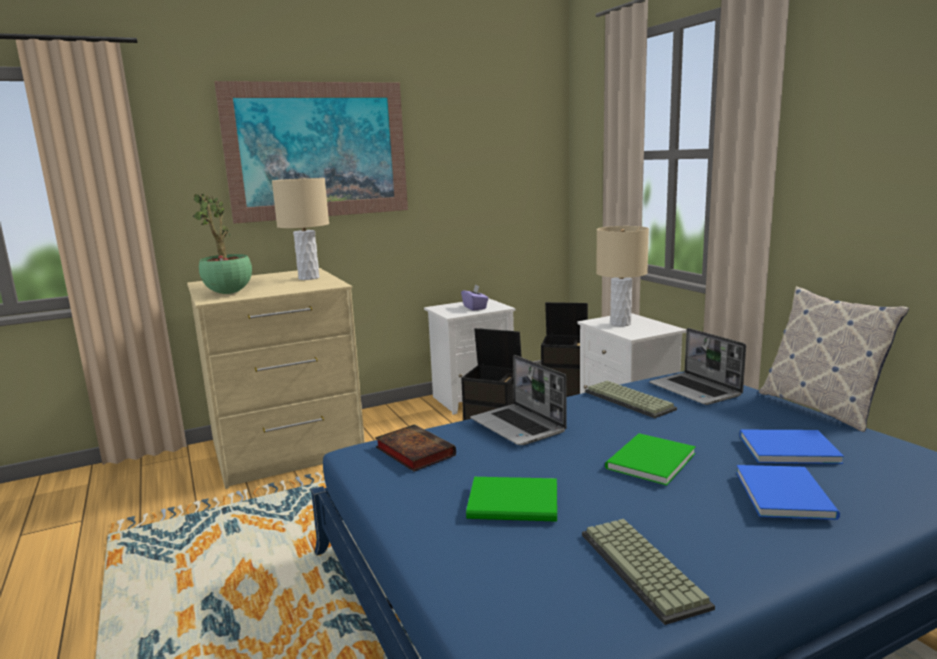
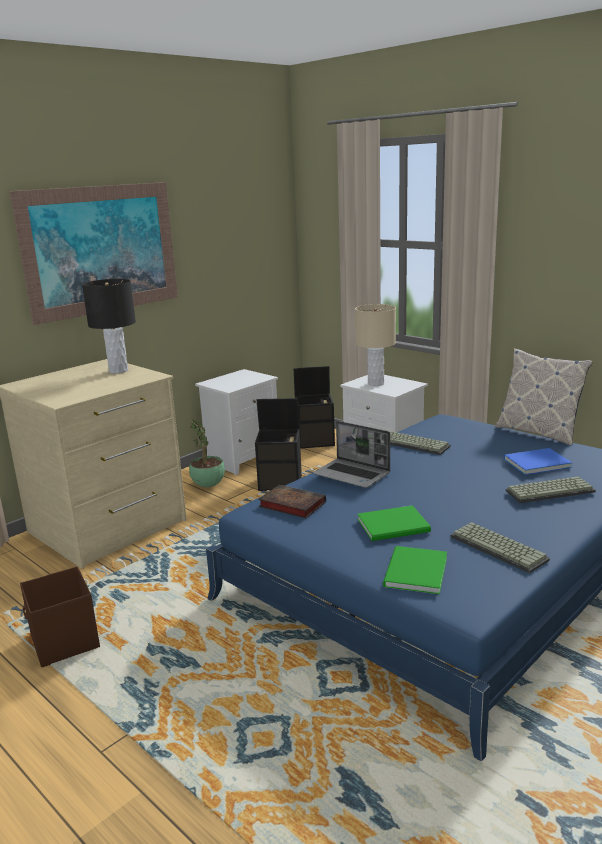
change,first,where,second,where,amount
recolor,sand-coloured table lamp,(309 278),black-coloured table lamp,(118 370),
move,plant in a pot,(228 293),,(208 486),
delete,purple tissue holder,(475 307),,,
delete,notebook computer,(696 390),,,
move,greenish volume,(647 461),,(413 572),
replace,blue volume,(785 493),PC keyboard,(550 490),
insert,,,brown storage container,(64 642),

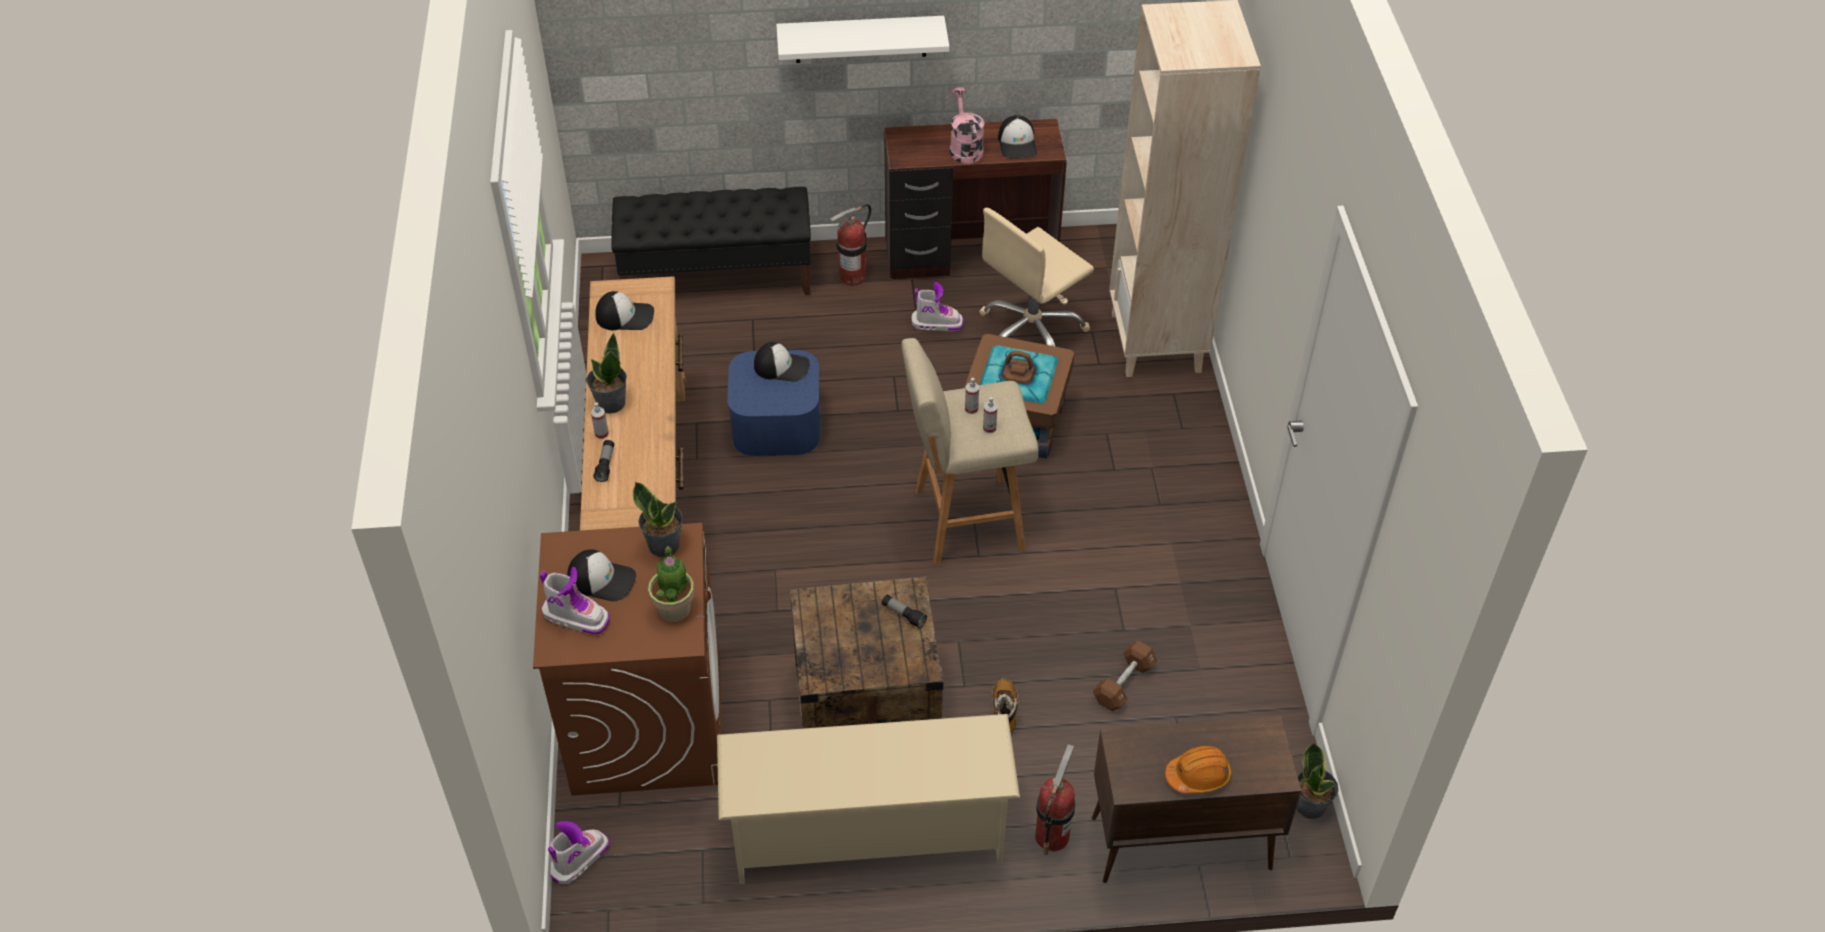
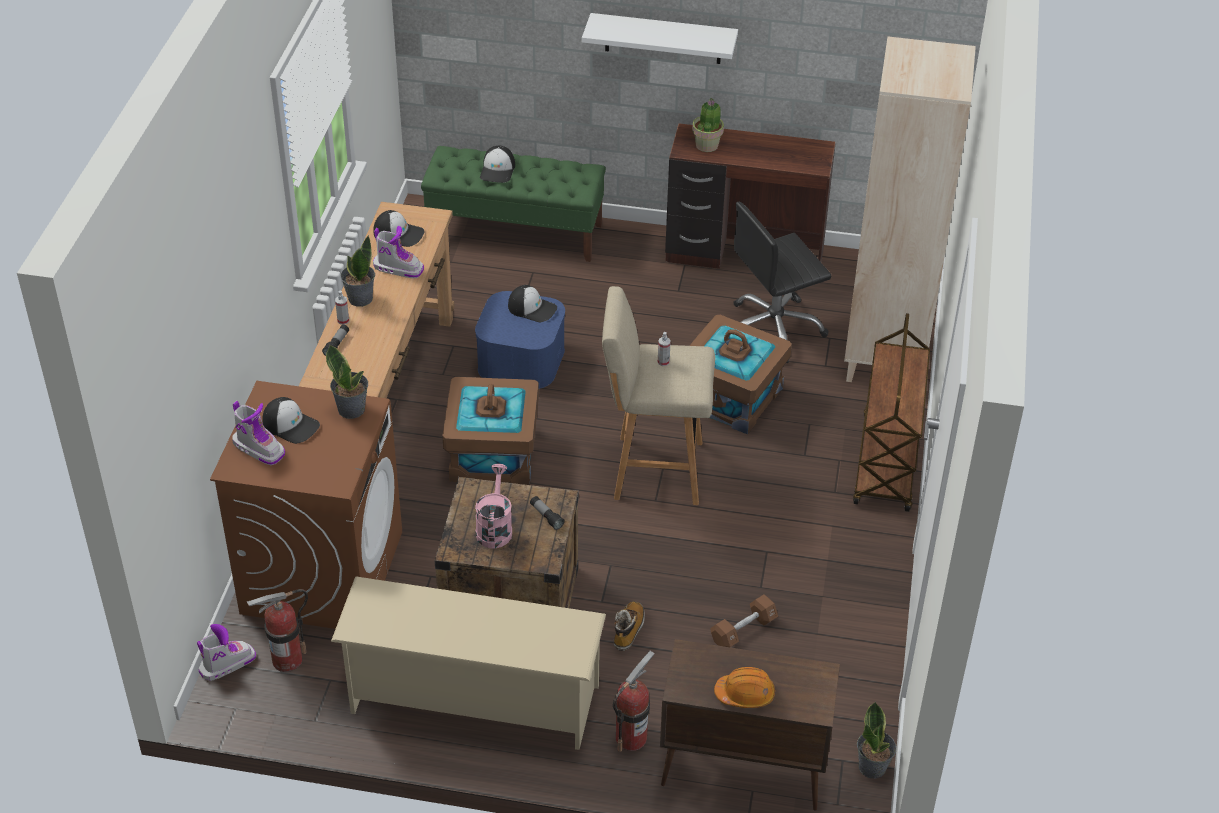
change,first,where,second,where,amount
move,pink sprinkling can,(964 147),,(494 527),
move,baseball cap,(1017 144),,(498 170),
recolor,black-coloured indoor bench,(717 277),greenish indoor bench,(516 232),
move,fire-fighting cylinder,(852 277),,(287 660),
recolor,sand-coloured office chair,(1031 333),black-coloured office chair,(774 329),
move,tall boot,(936 323),,(398 268),
delete,hand sprayer,(989 428),,,
move,plant in a pot,(674 608),,(707 145),
insert,,,brown cart,(886 464),
insert,,,brown storage container,(492 455),

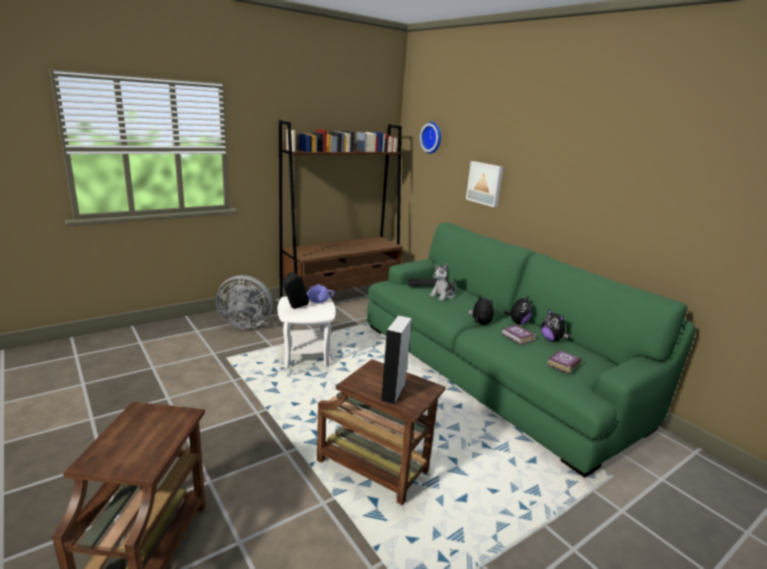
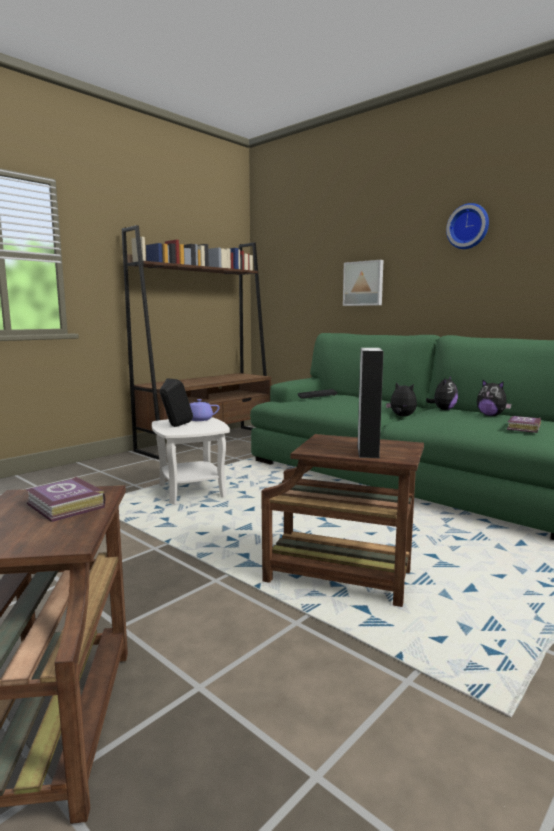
change,first,where,second,where,amount
move,wall clock,(432 137),,(468 227),
delete,plush toy,(443 295),,,
delete,gray cooling fan,(245 324),,,
move,volume,(517 337),,(65 506),

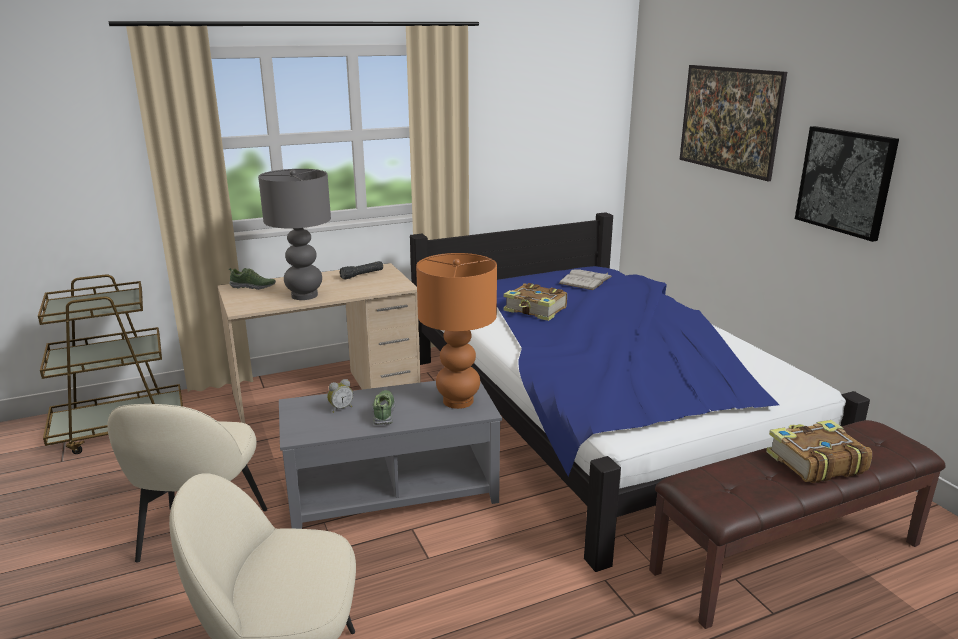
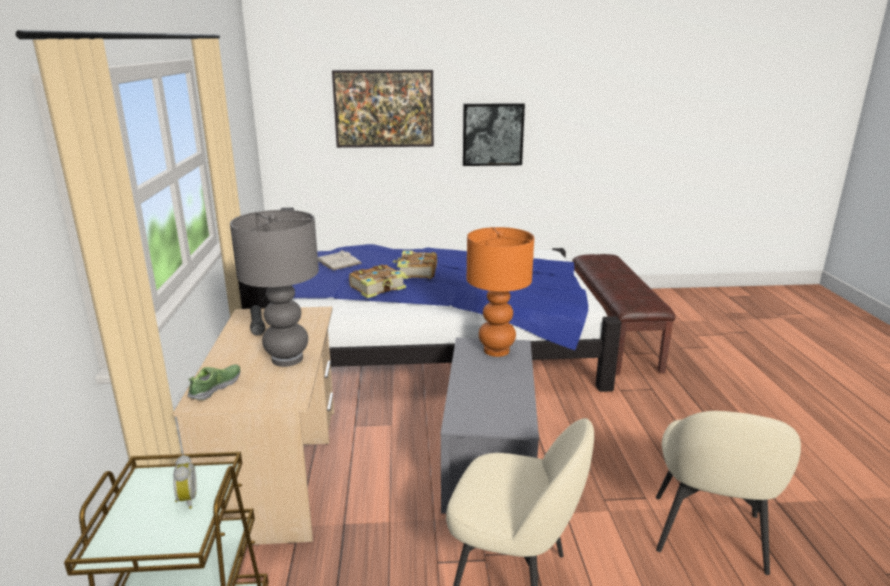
change,first,where,second,where,amount
move,alarm clock,(340 408),,(186 500),
delete,item of footwear,(384 413),,,
move,volume,(814 462),,(416 272),

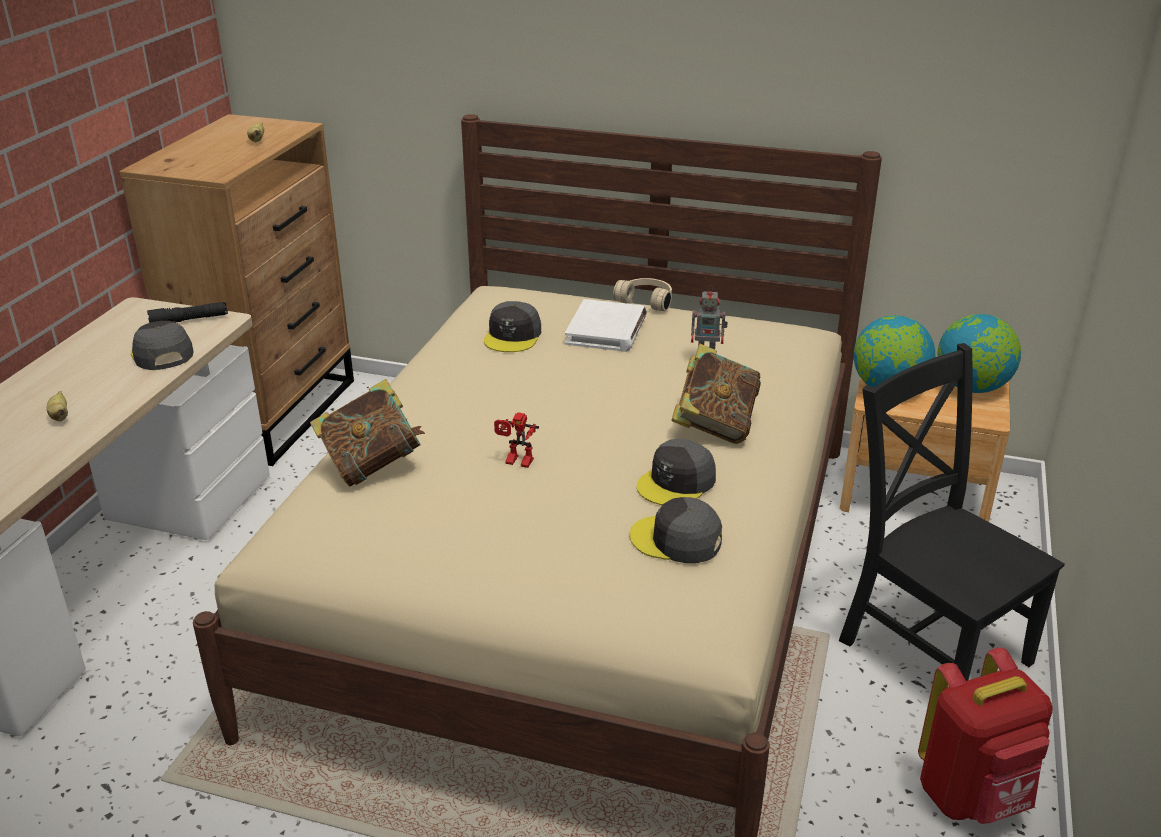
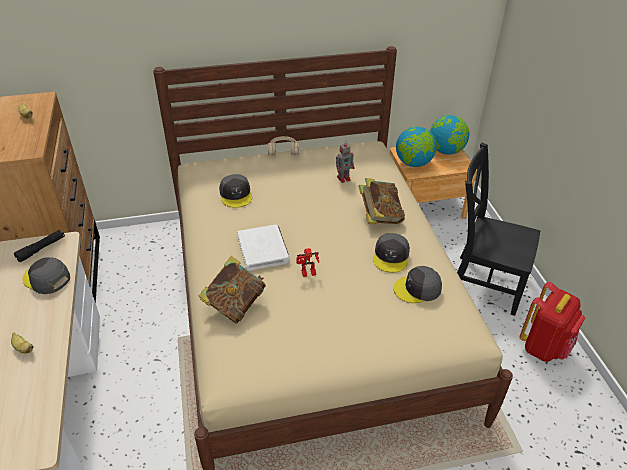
change,first,where,second,where,amount
move,white-coloured volume,(606 330),,(263 249),

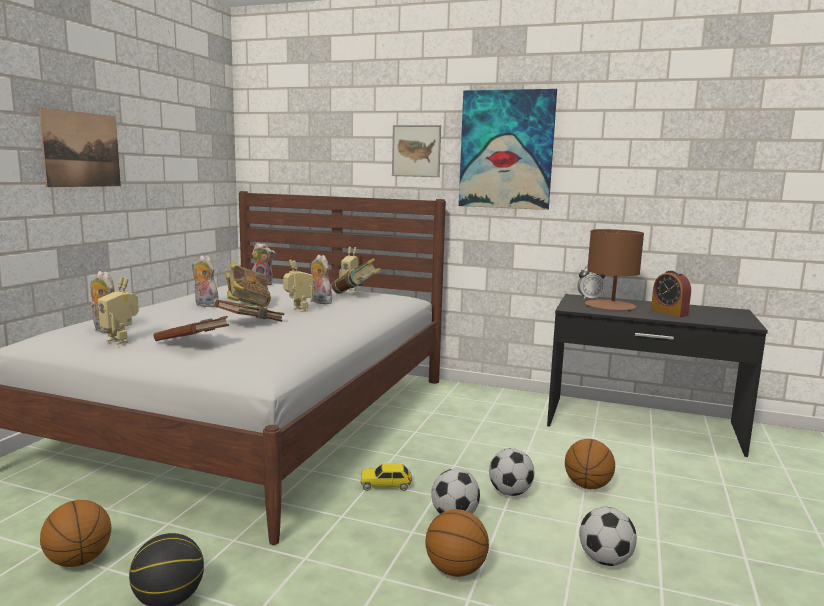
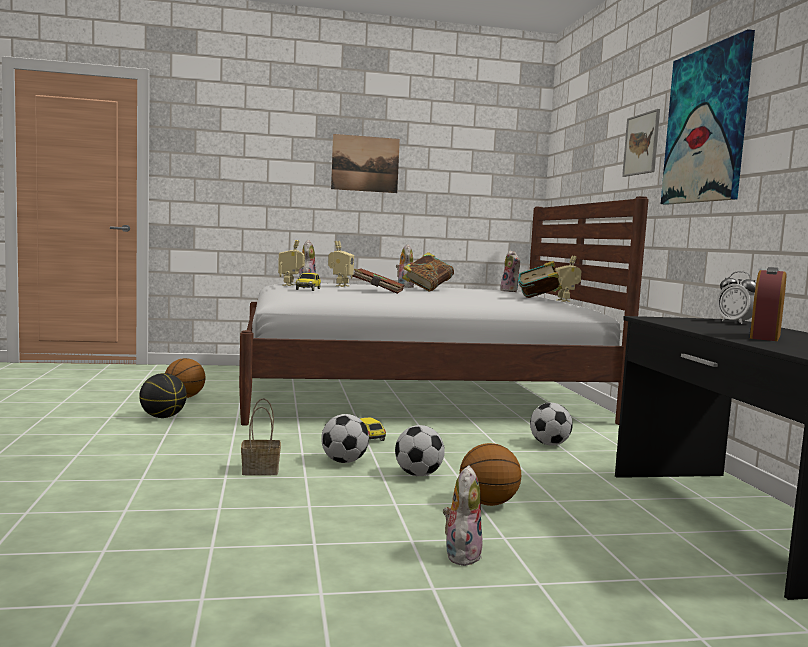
change,first,where,second,where,amount
delete,brown table lamp,(610 306),,,
move,plush toy,(319 302),,(461 554),
move,toy robot,(298 310),,(340 286),
replace,brown volume,(193 343),miniature car,(308 289),
move,football,(605 560),,(550 444),
replace,basketball ball,(455 570),basket,(261 470),

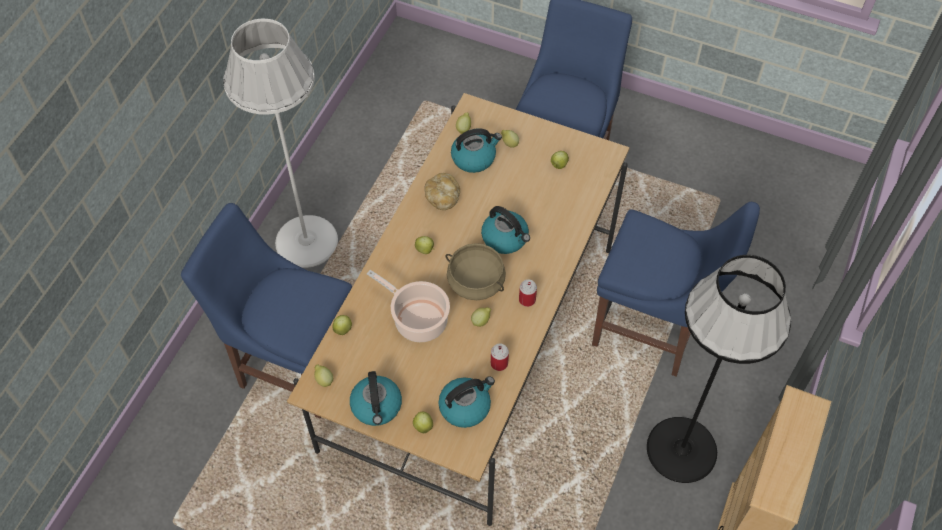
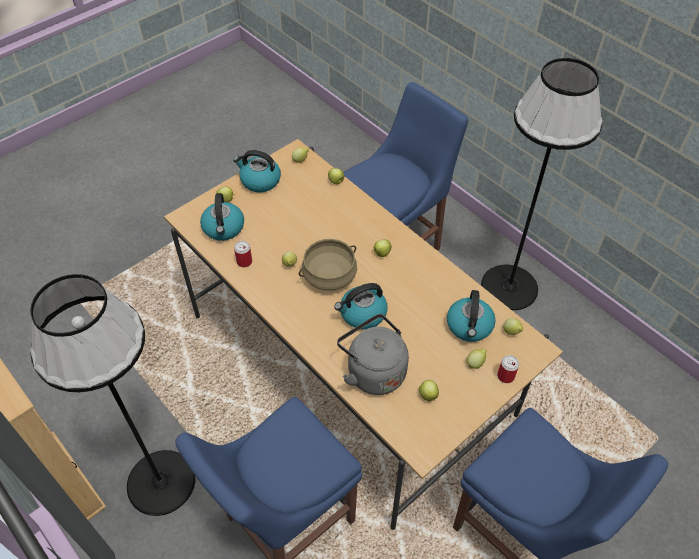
change,first,where,second,where,amount
recolor,white-coloured standing lamp,(306 241),black-coloured standing lamp,(509 287),
delete,bakery bread,(443 197),,,
delete,stockpot,(417 319),,,
move,sealed can,(527 300),,(505 376),
insert,,,gray water kettle,(373 371),

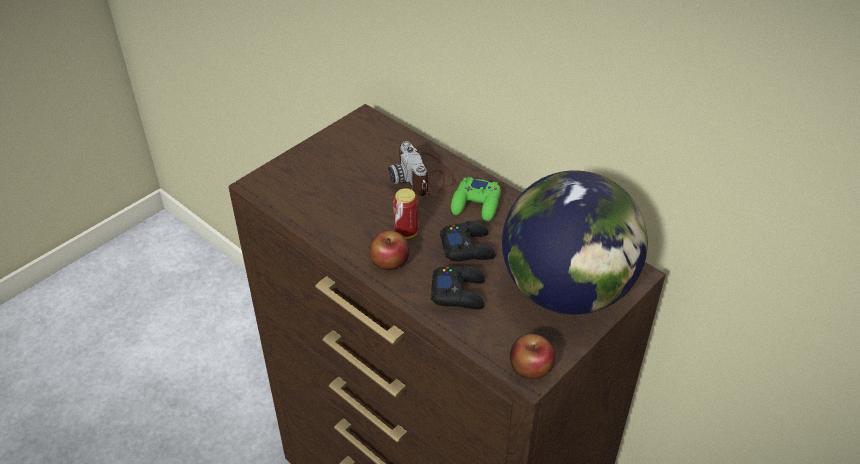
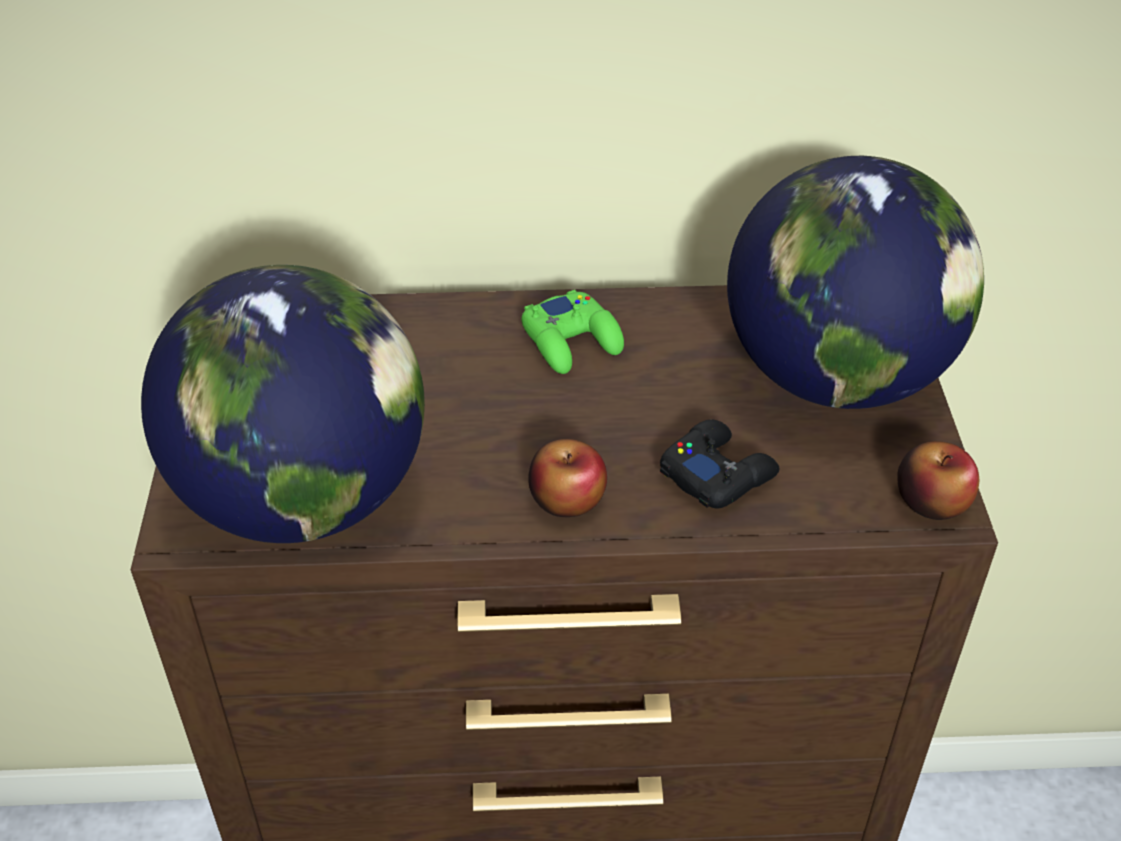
change,first,where,second,where,amount
delete,still camera,(424 177),,,
delete,sealed can,(406 233),,,
delete,black-coloured joypad,(468 247),,,
insert,,,desk globe,(304 499),

